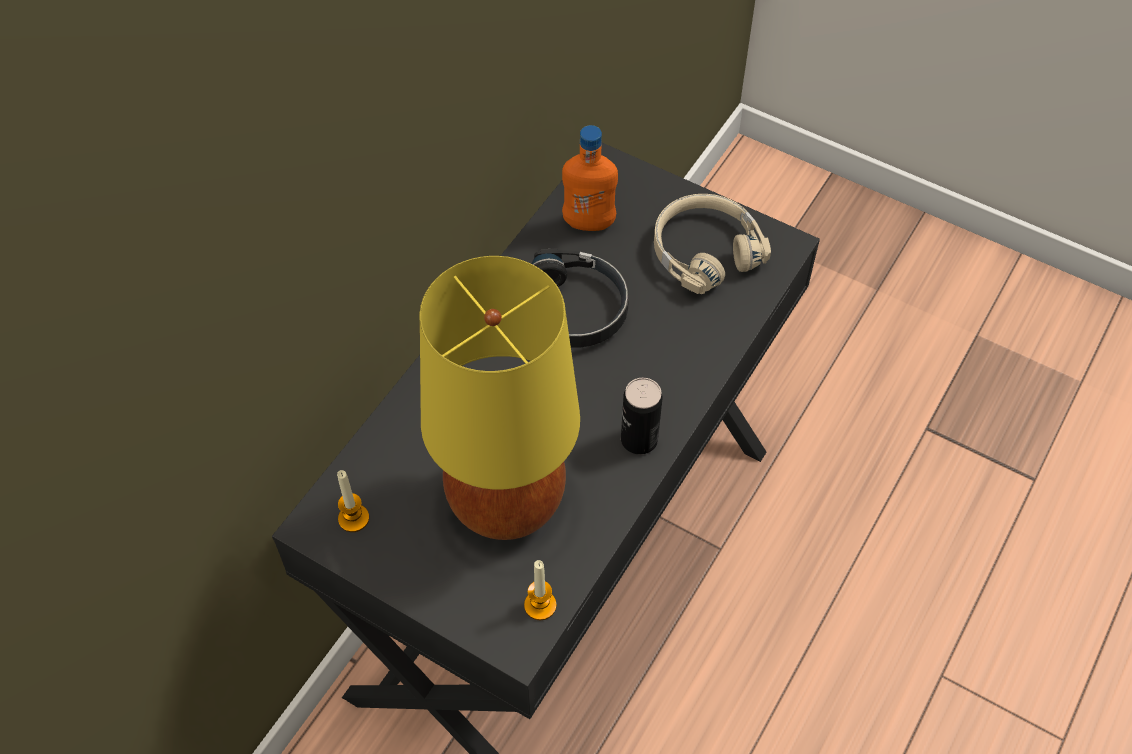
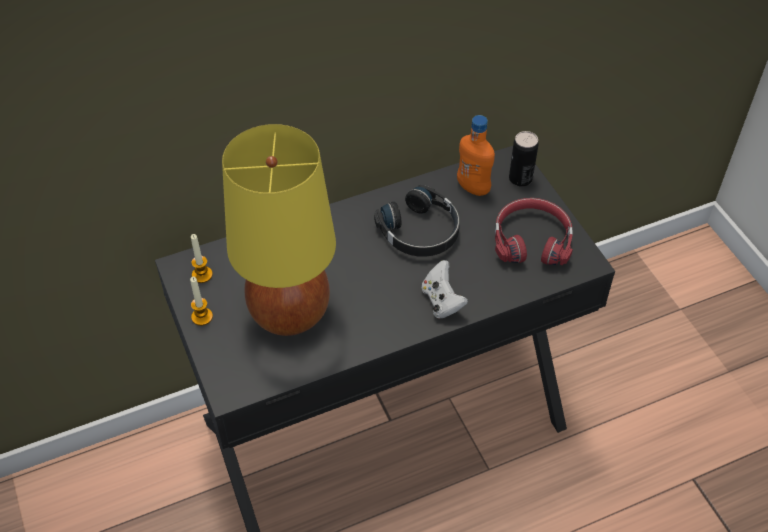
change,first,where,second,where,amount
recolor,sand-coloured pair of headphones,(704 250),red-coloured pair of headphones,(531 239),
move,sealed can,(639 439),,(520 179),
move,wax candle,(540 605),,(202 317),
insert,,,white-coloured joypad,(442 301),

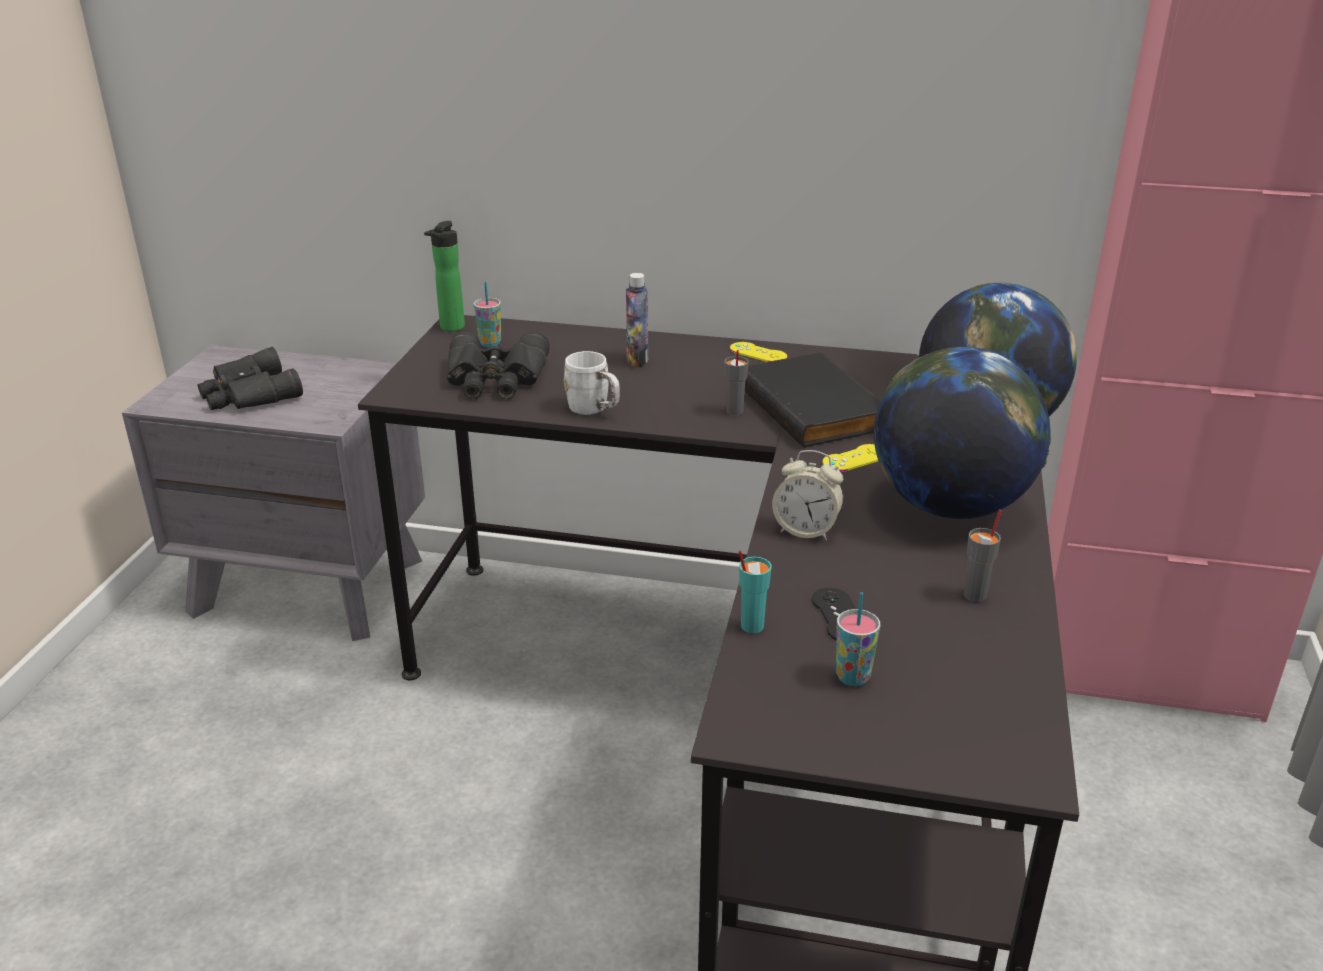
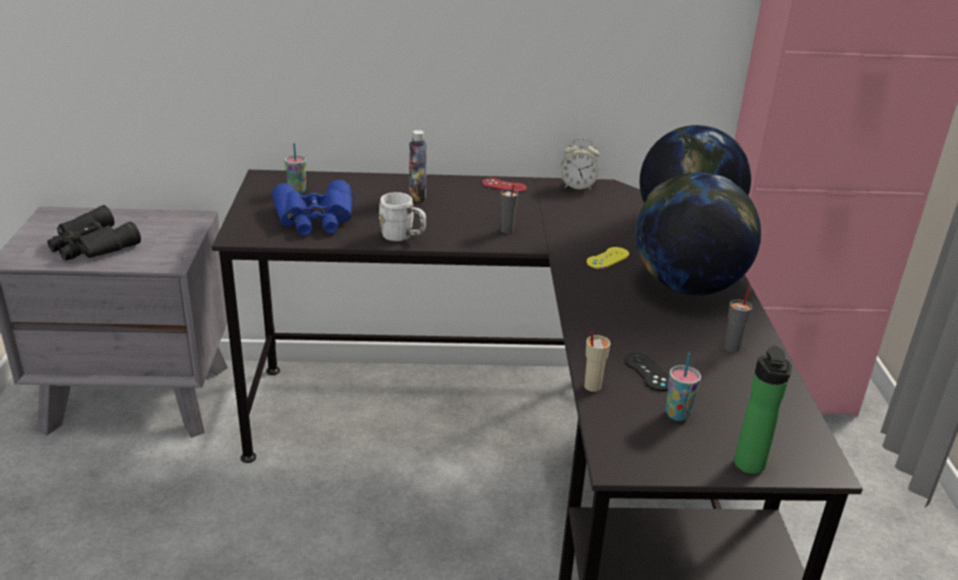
change,first,where,second,where,amount
move,beverage bottle,(450 328),,(749 467),
recolor,black-coloured field glasses,(496 379),blue field glasses,(315 219),
recolor,yellow-coloured joypad,(758 353),red-coloured joypad,(504 185),
delete,black-coloured volume,(815 407),,,
move,alarm clock,(806 530),,(577 186),
recolor,blue-green cup,(751 626),sand-coloured cup,(592 386),

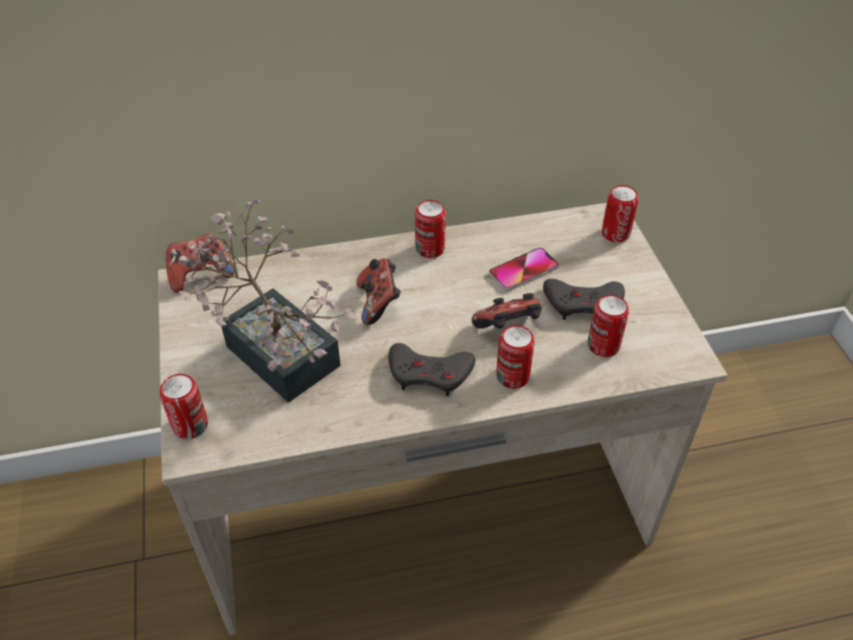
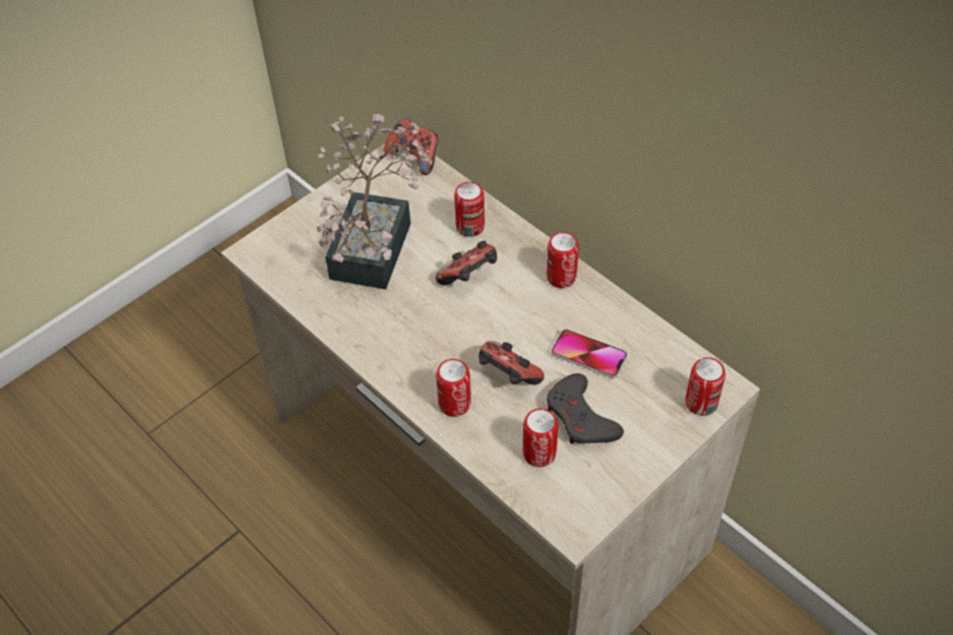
change,first,where,second,where,amount
delete,gray joypad,(429 373),,,
move,sealed can,(190 425),,(470 227),

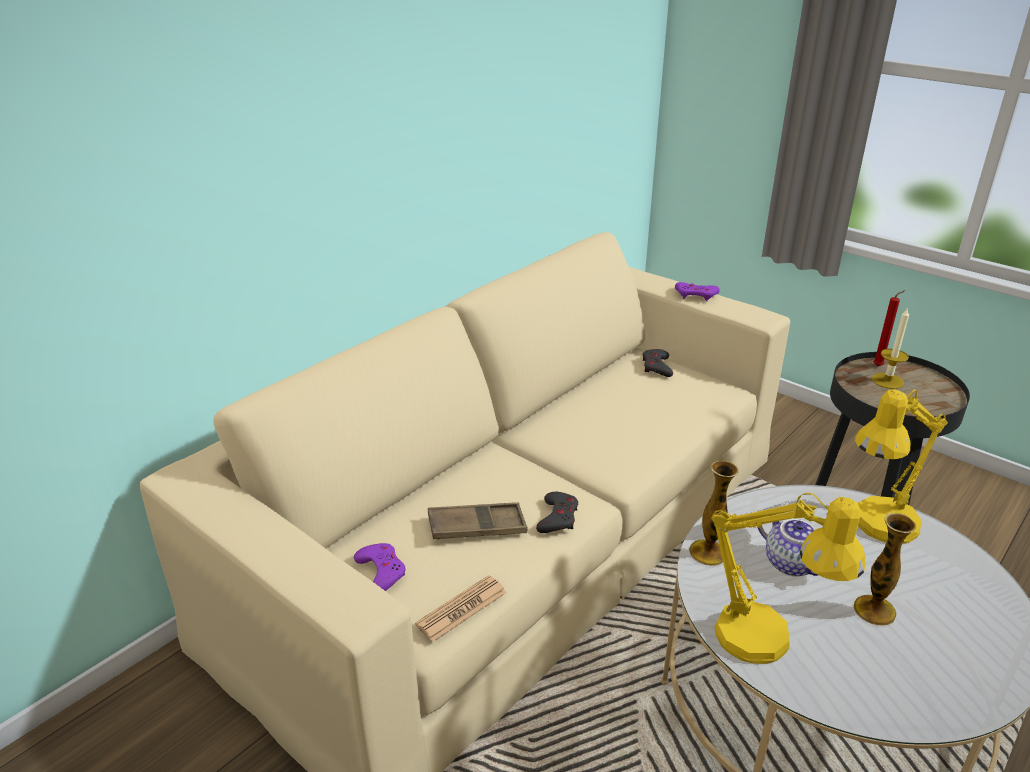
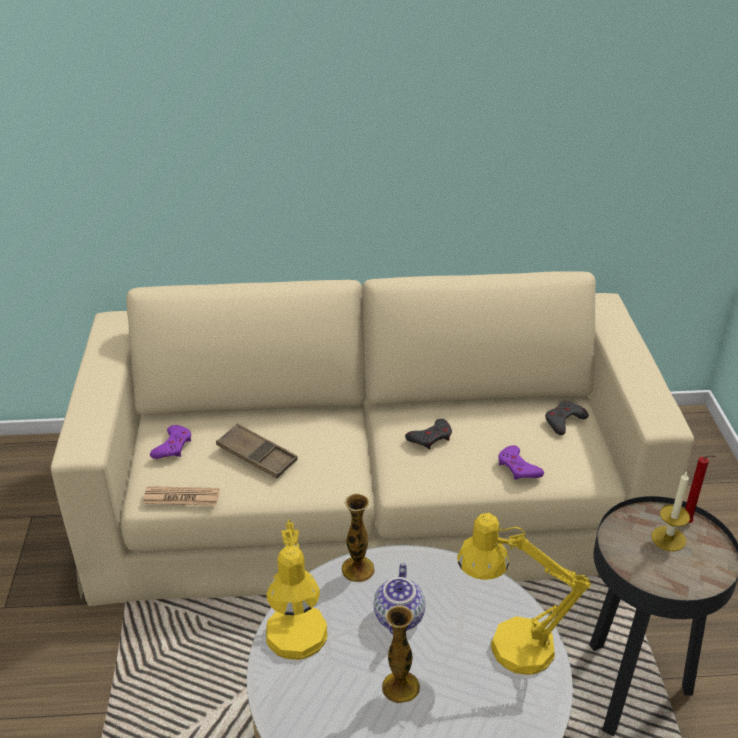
change,first,where,second,where,amount
move,purple joypad,(696 295),,(518 467),
move,gray joypad,(558 517),,(430 437),

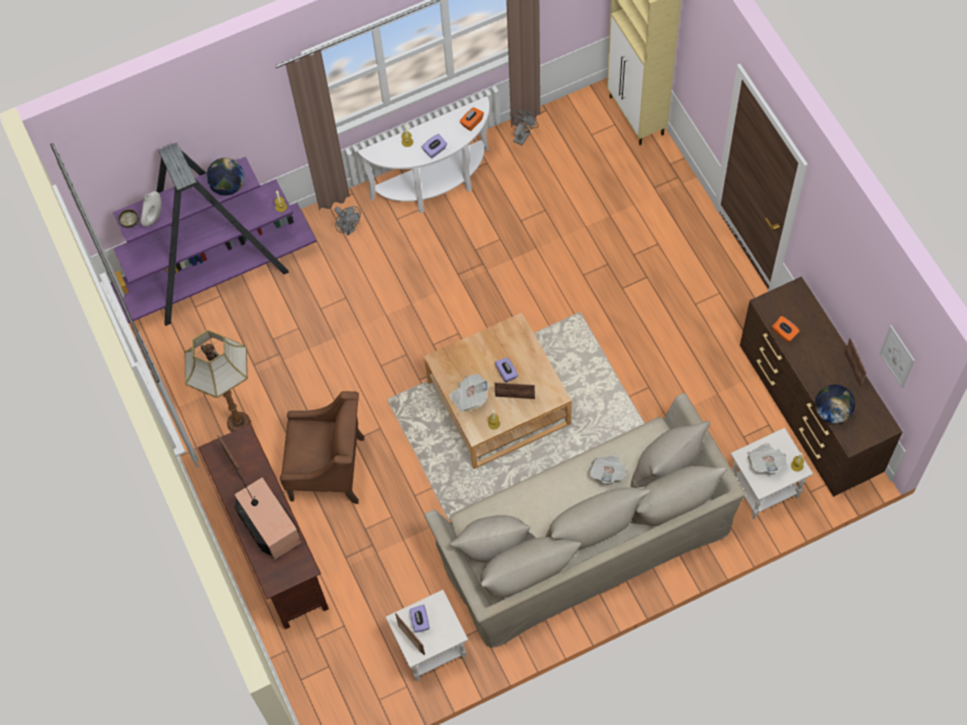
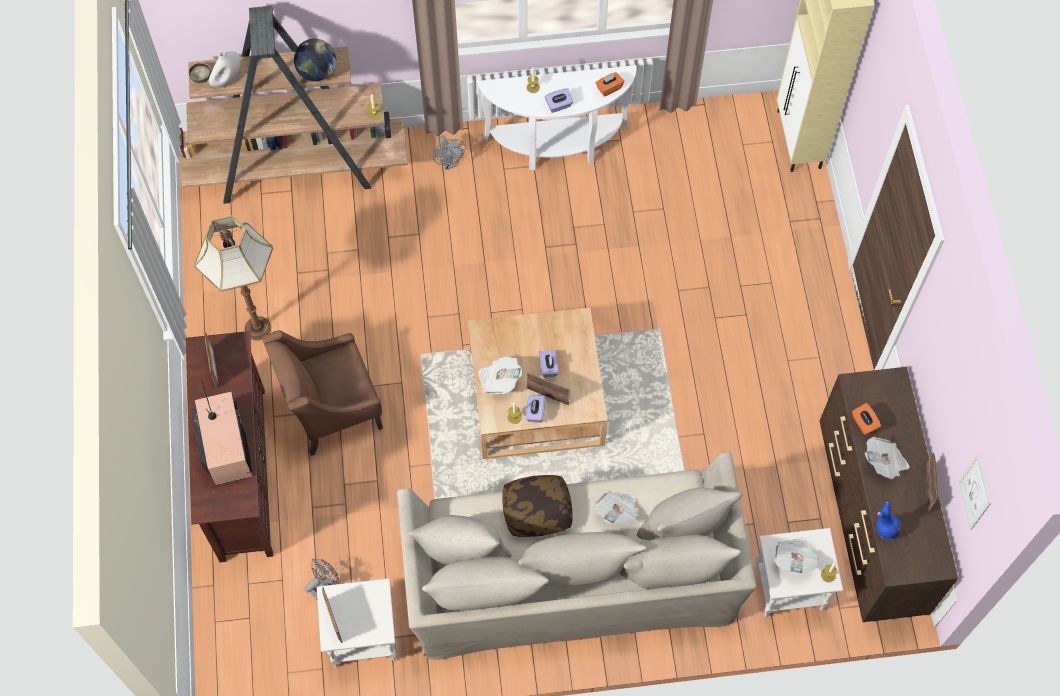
change,first,where,second,where,amount
move,gray cooling fan,(523 135),,(324 585),
recolor,purple shelving unit,(218 274),brown shelving unit,(298 168),
replace,desk globe,(832 411),blue flower vase,(885 528),
rotate,brown armchair,(328 469),,(331 407),135 degrees clockwise
move,purple tissue holder,(420 621),,(535 412),
insert,,,newspaper,(884 463),
insert,,,throw pillow,(537 510),

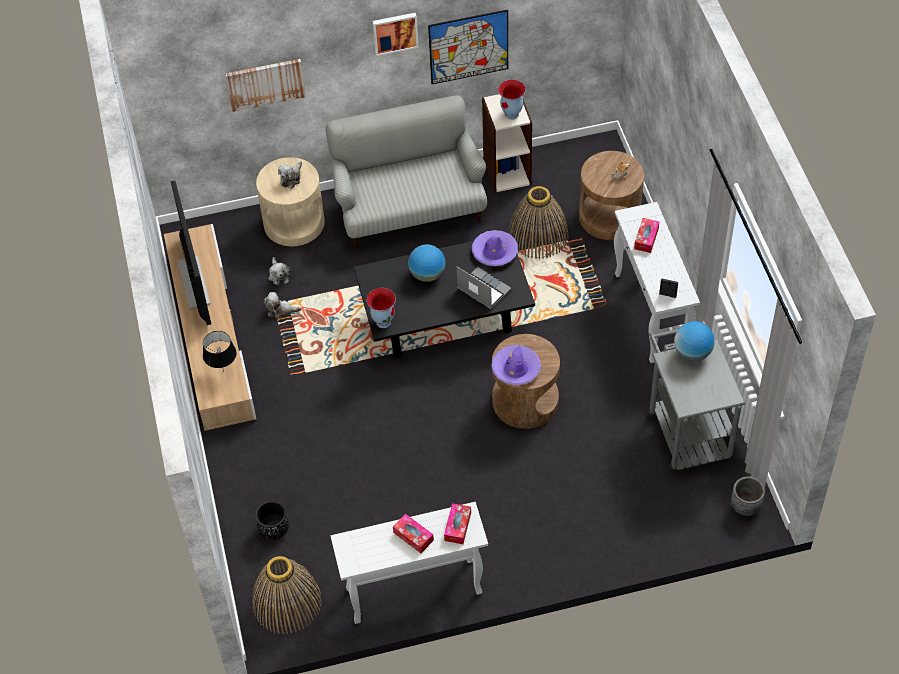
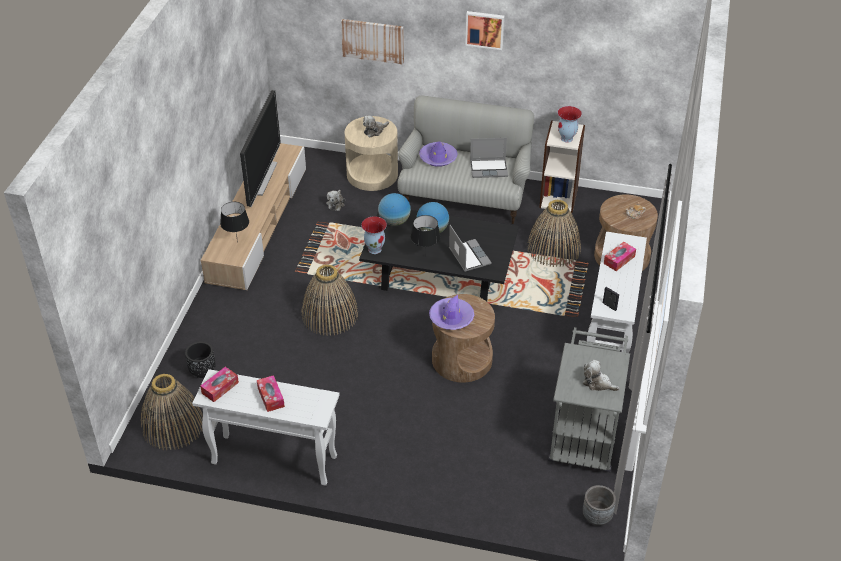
change,first,where,second,where,amount
delete,wall picture,(468 46),,,
move,purple wearable hat,(494 252),,(438 158),
move,plush toy,(281 311),,(598 383),
move,desk globe,(692 353),,(394 221),
move,tissue holder,(457 526),,(220 388),
insert,,,notebook computer,(489 168),
insert,,,black-coloured table lamp,(425 256),
insert,,,basket,(329 315),

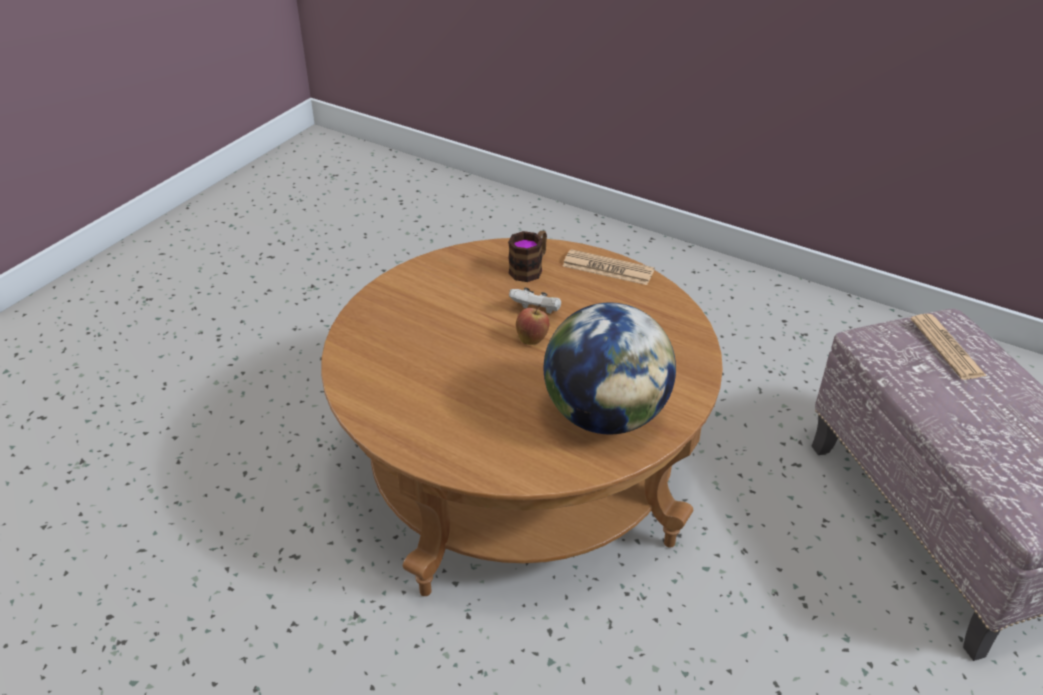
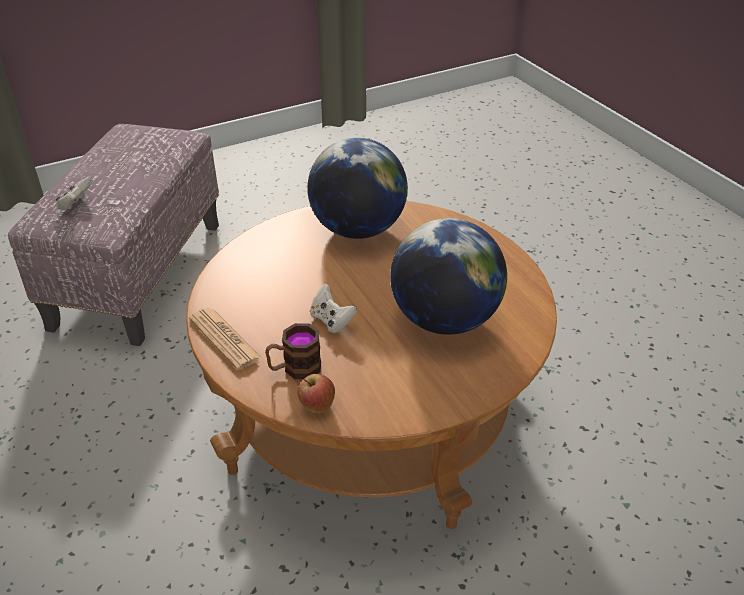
change,first,where,second,where,amount
move,apple,(532 339),,(317 406),
replace,newspaper,(947 347),white-coloured joypad,(76 204),
insert,,,desk globe,(445 320),

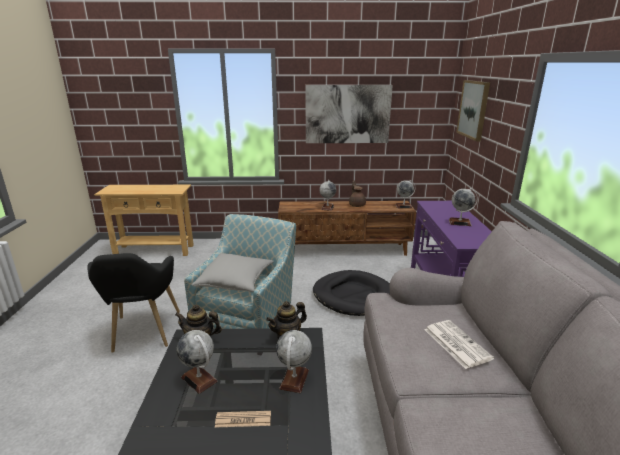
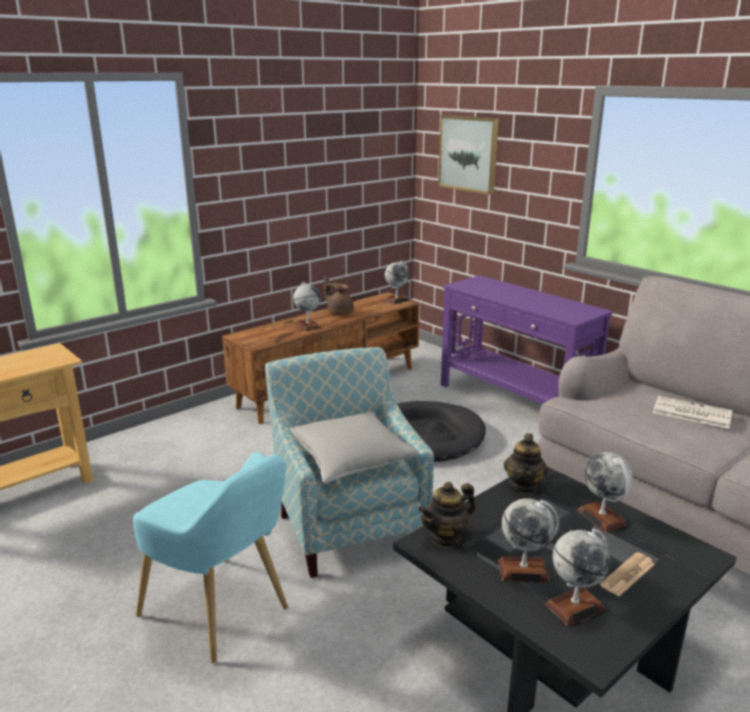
change,first,where,second,where,amount
delete,wall picture,(347 114),,,
move,desk globe,(460 222),,(574 606),
recolor,black-coloured armchair,(144 334),blue-green armchair,(222 615),

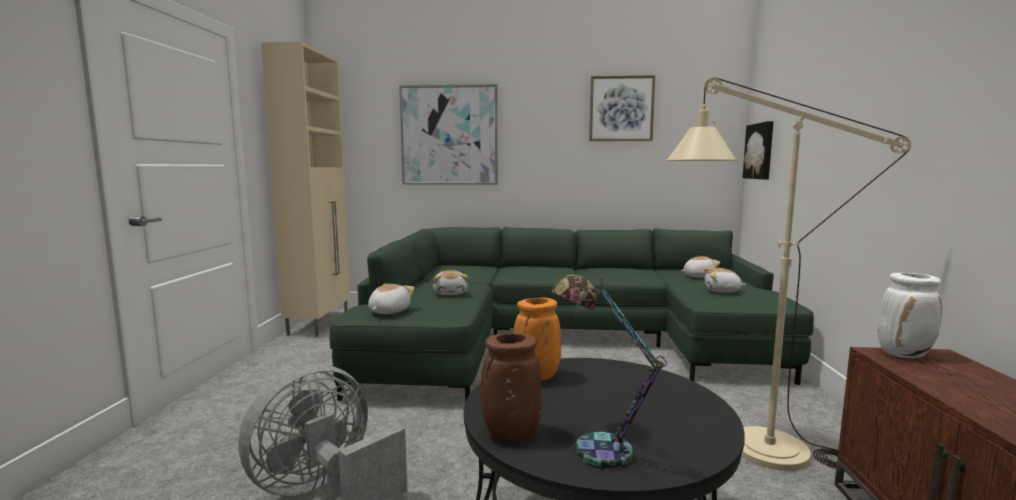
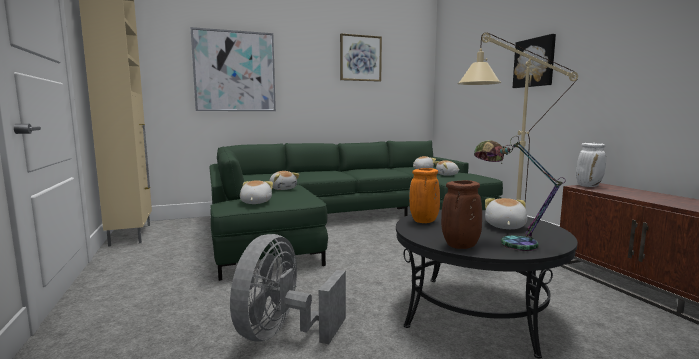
change,first,where,second,where,amount
move,wall picture,(760 151),,(534 62),
insert,,,plush toy,(504 226),

